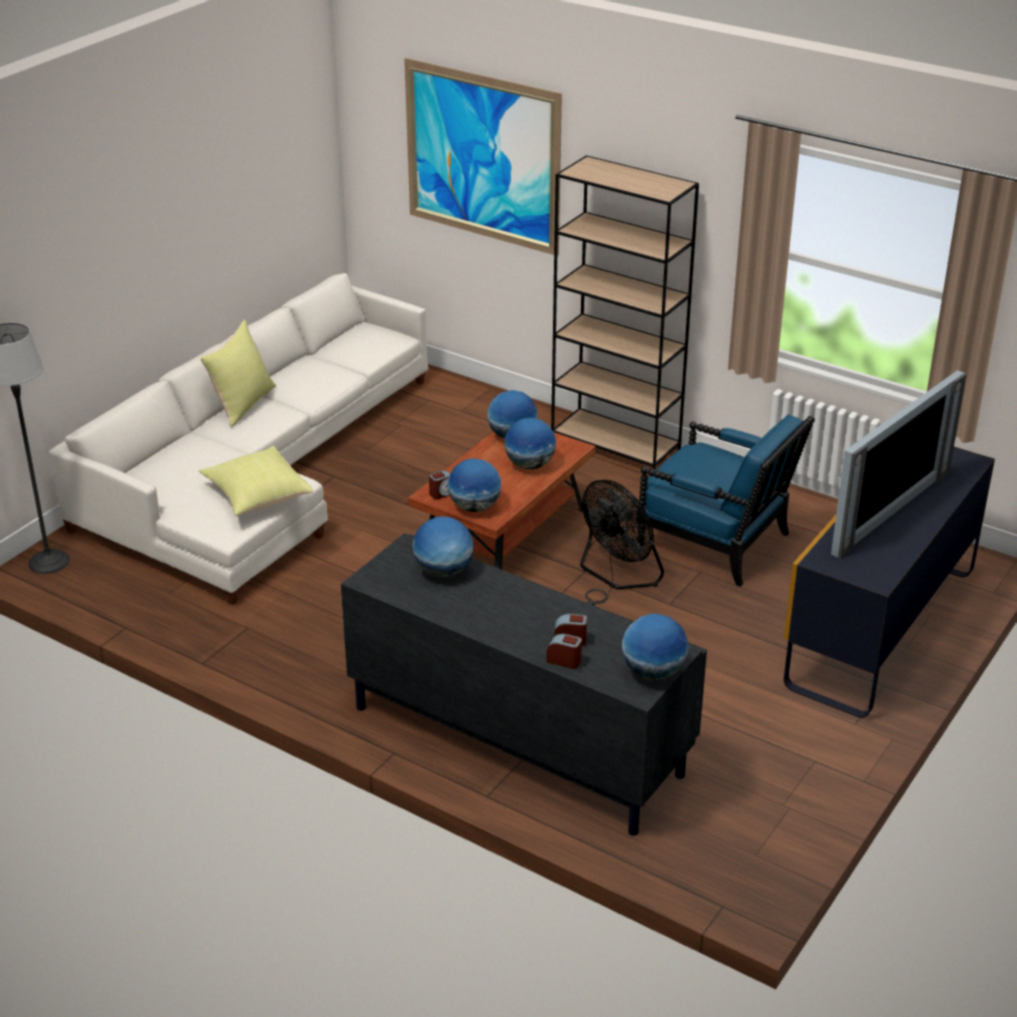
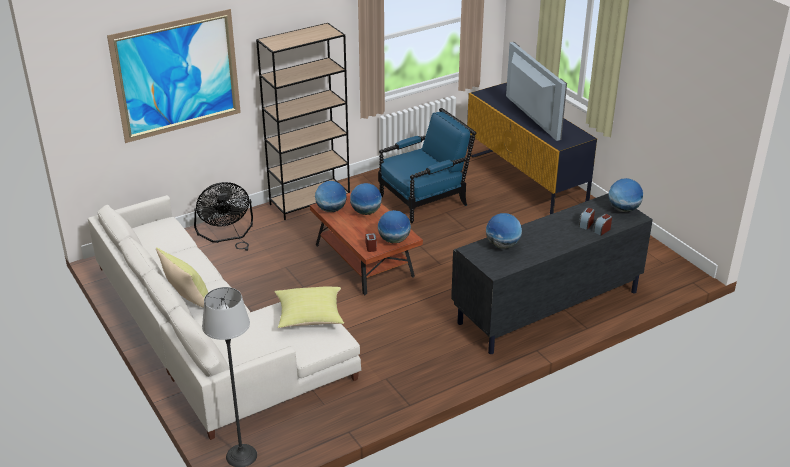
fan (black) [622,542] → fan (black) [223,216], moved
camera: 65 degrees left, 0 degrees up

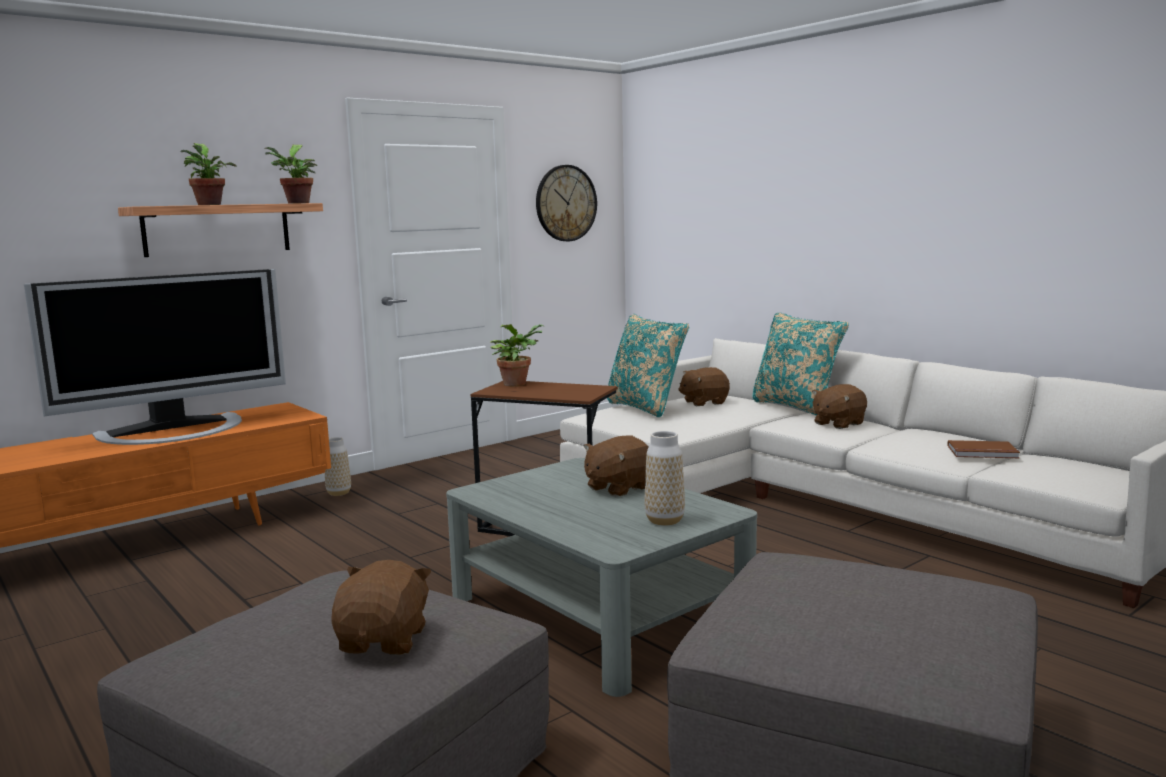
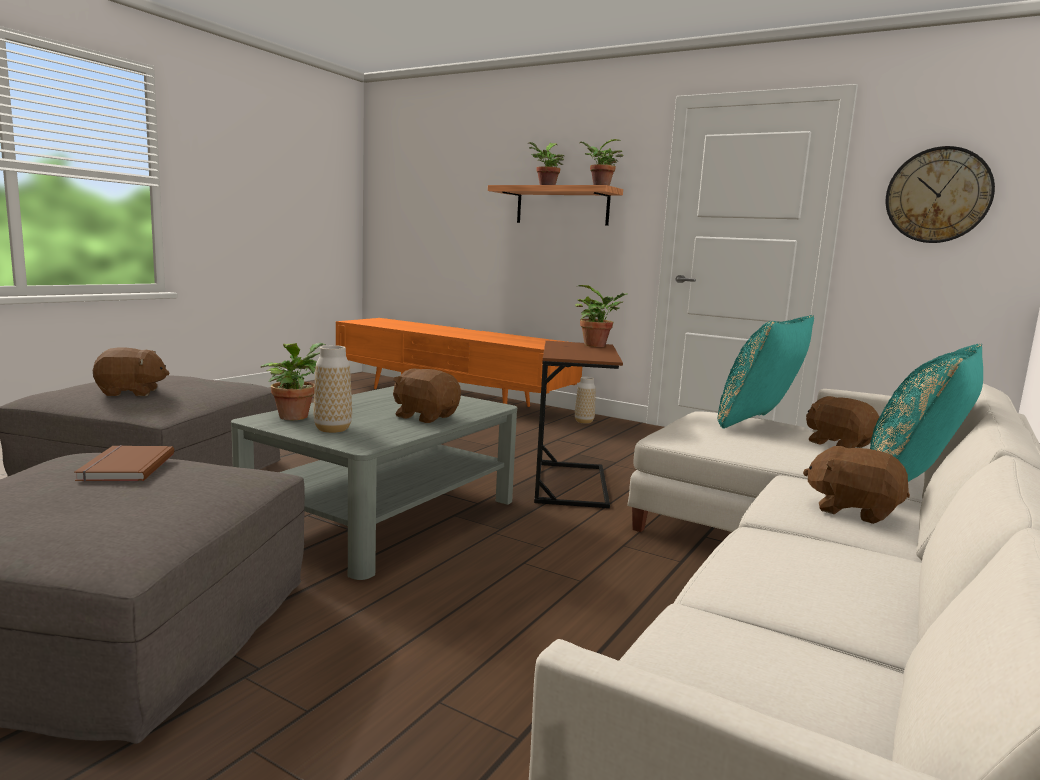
television [155,357] → -
book (brown) [984,449] → book (brown) [124,463], moved
- → potted plant [293,381]
camera: 70 degrees right, 0 degrees up

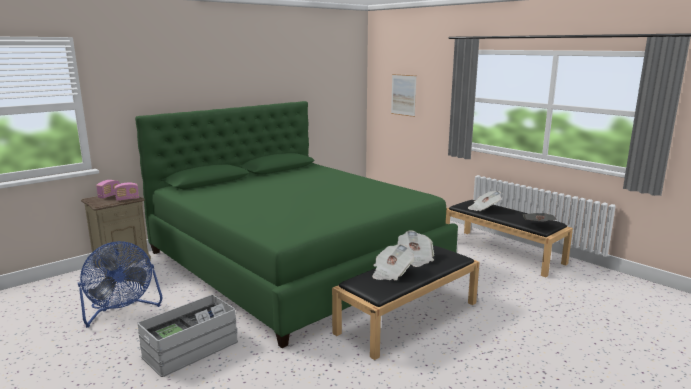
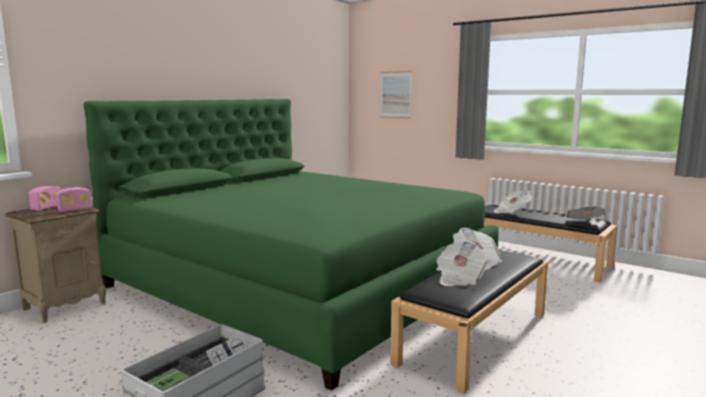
fan (blue) [120,284] → -
camera: 10 degrees left, 5 degrees down

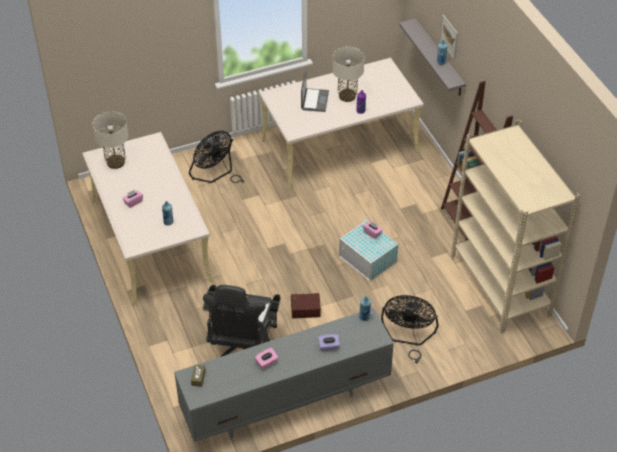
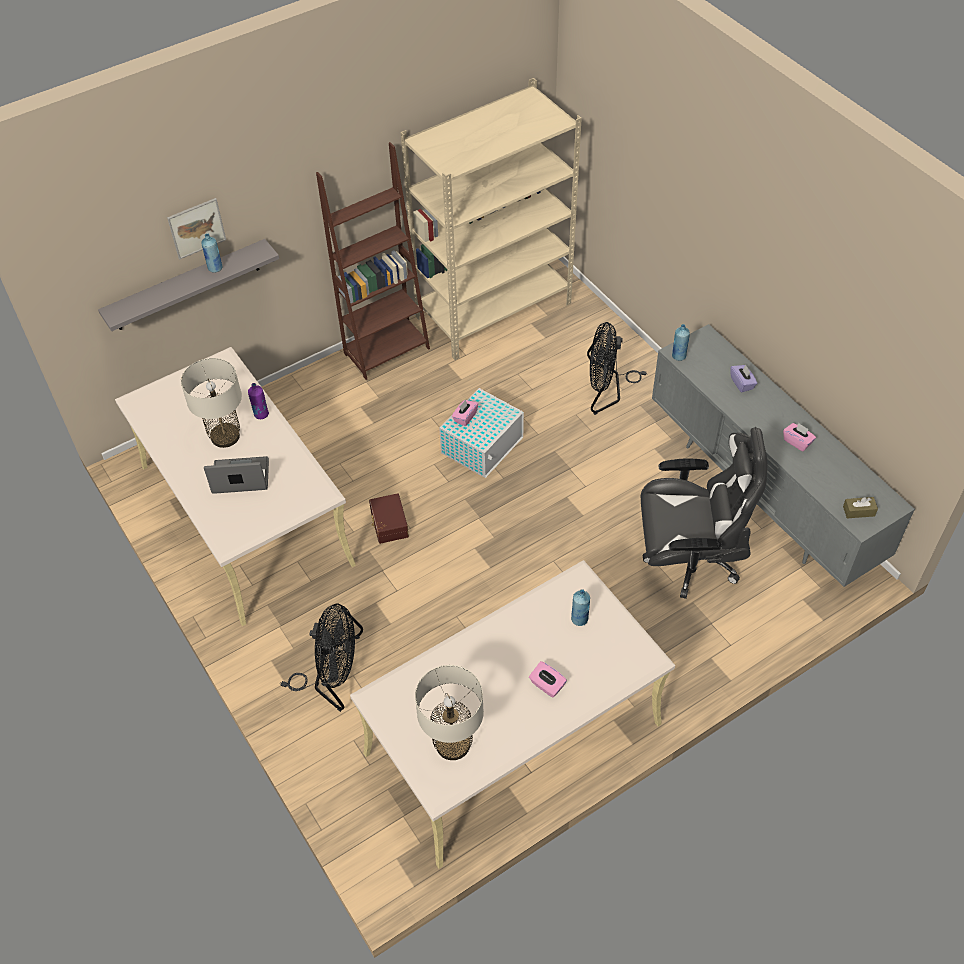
fan (black) [216,157] → fan (black) [321,657], 120 degrees counterclockwise
storage box (brown) [306,305] → storage box (brown) [389,518], moved
camera: 100 degrees left, 5 degrees up

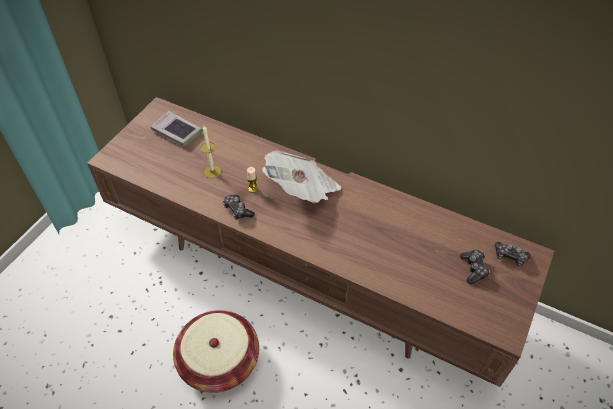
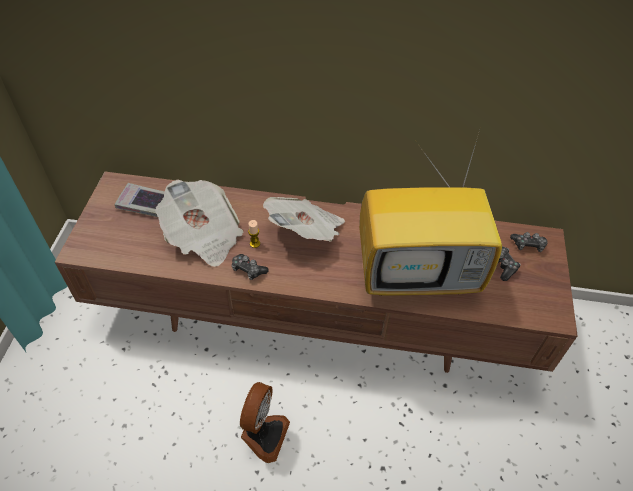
basket [216,351] → fan [265,422]
candle [211,152] → newspaper [199,223]
- → television [430,214]
camera: 20 degrees left, 0 degrees up

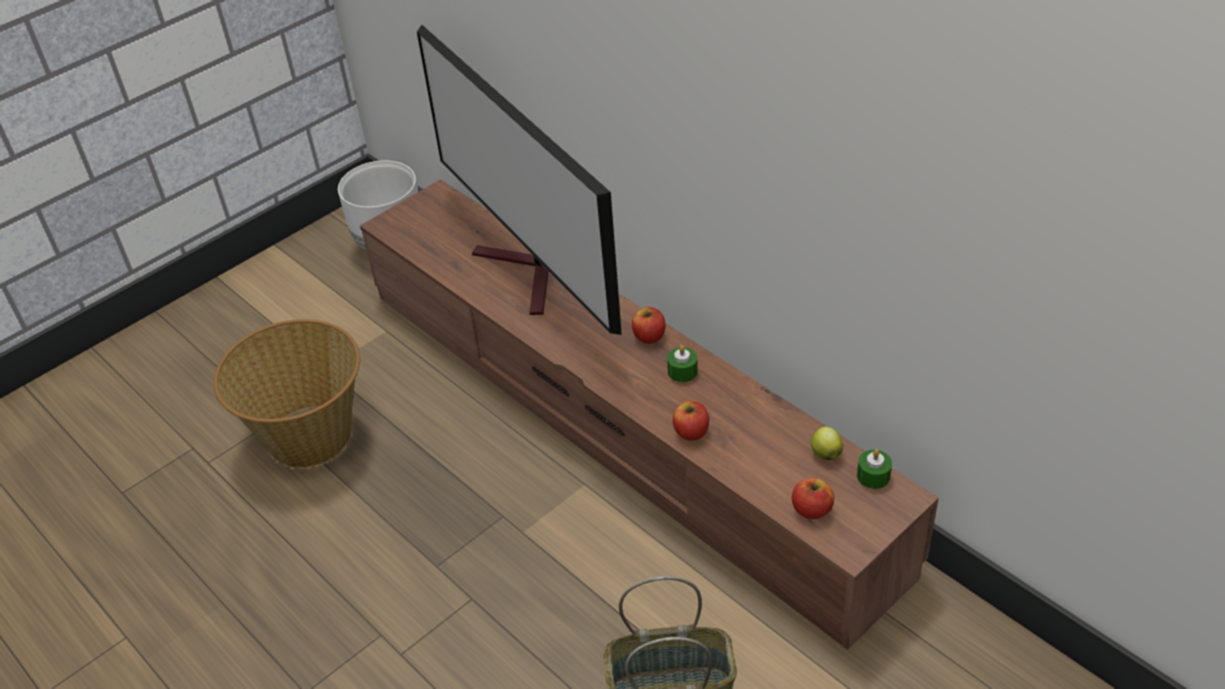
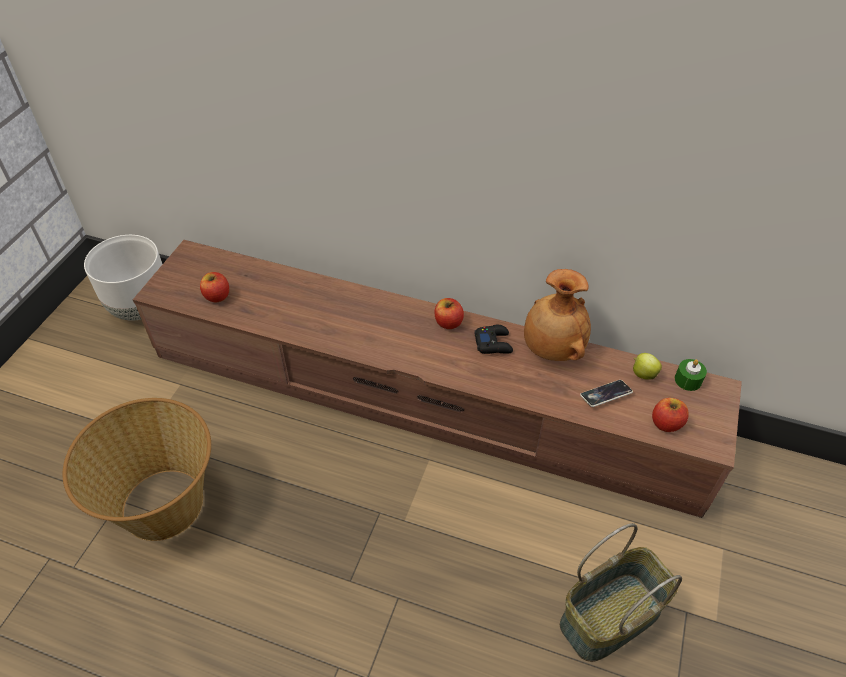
television [519,180] → -
candle (green) [682,363] → game controller (black) [493,339]
apple [691,421] → apple [214,287], moved
- → vase (brown) [557,315]
- → phone [606,393]
camera: 30 degrees left, 5 degrees up

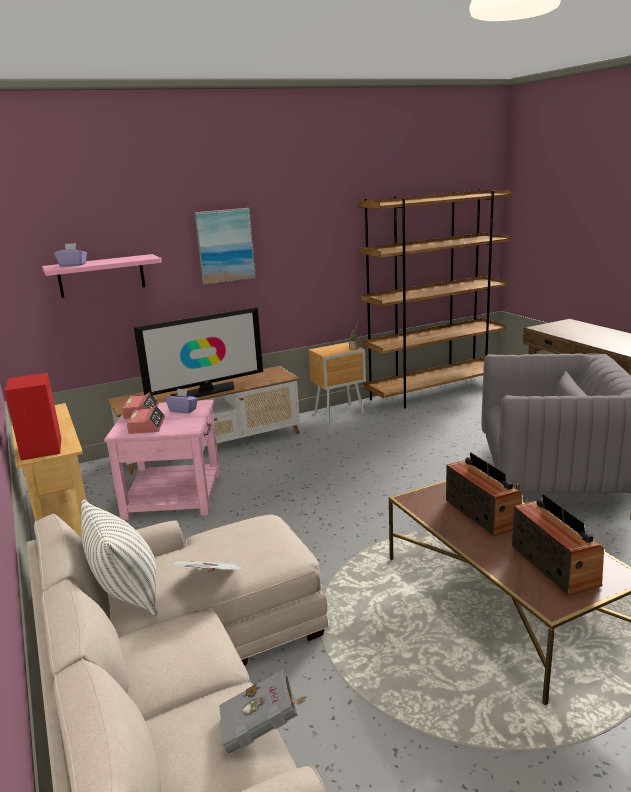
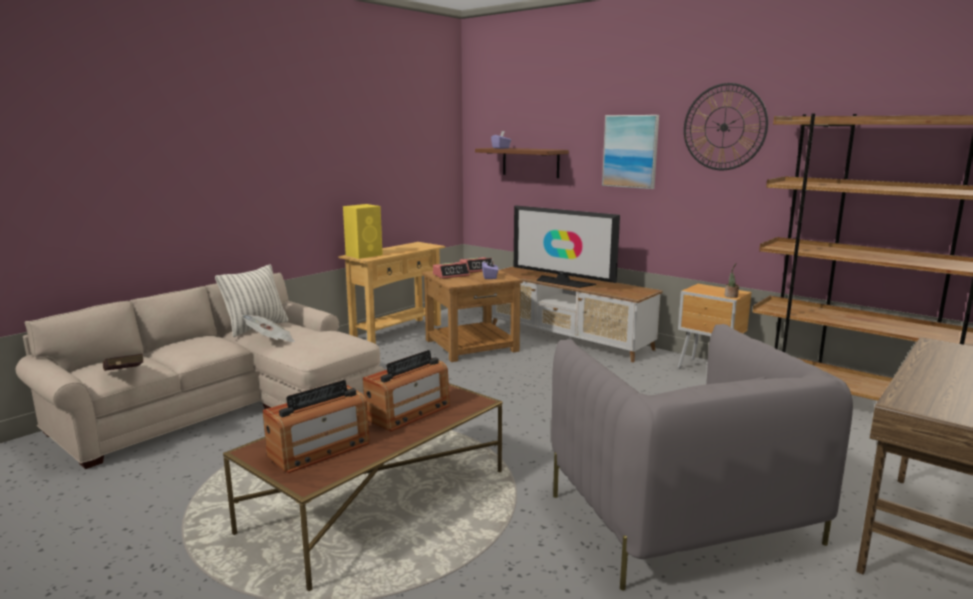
speaker (red) [32,417] → speaker (yellow) [363,231]
shelf (pink) [102,276] → shelf (brown) [522,163]
side table (pink) [162,460] → side table (brown) [472,316]
book (grey) [263,711] → book (red) [123,362]
- → wall clock [726,126]
camera: 65 degrees right, 5 degrees down

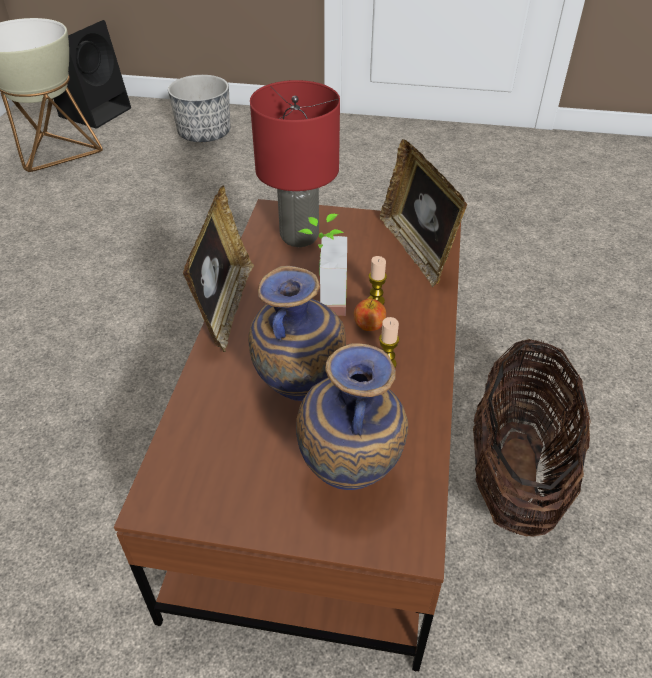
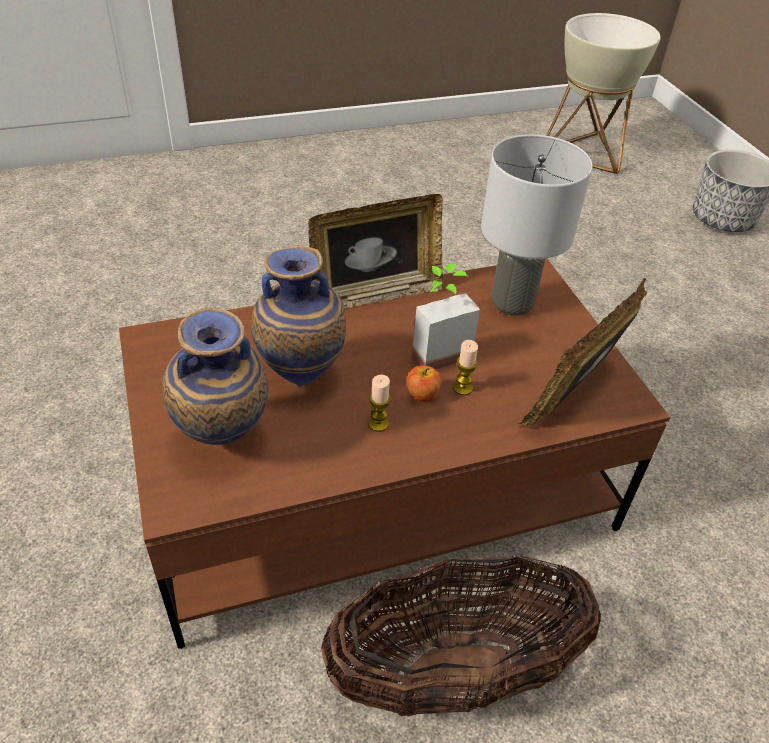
speaker (black) [92,74] → -
table lamp (red) [295,163] → table lamp (white) [537,225]
camera: 60 degrees right, 0 degrees up

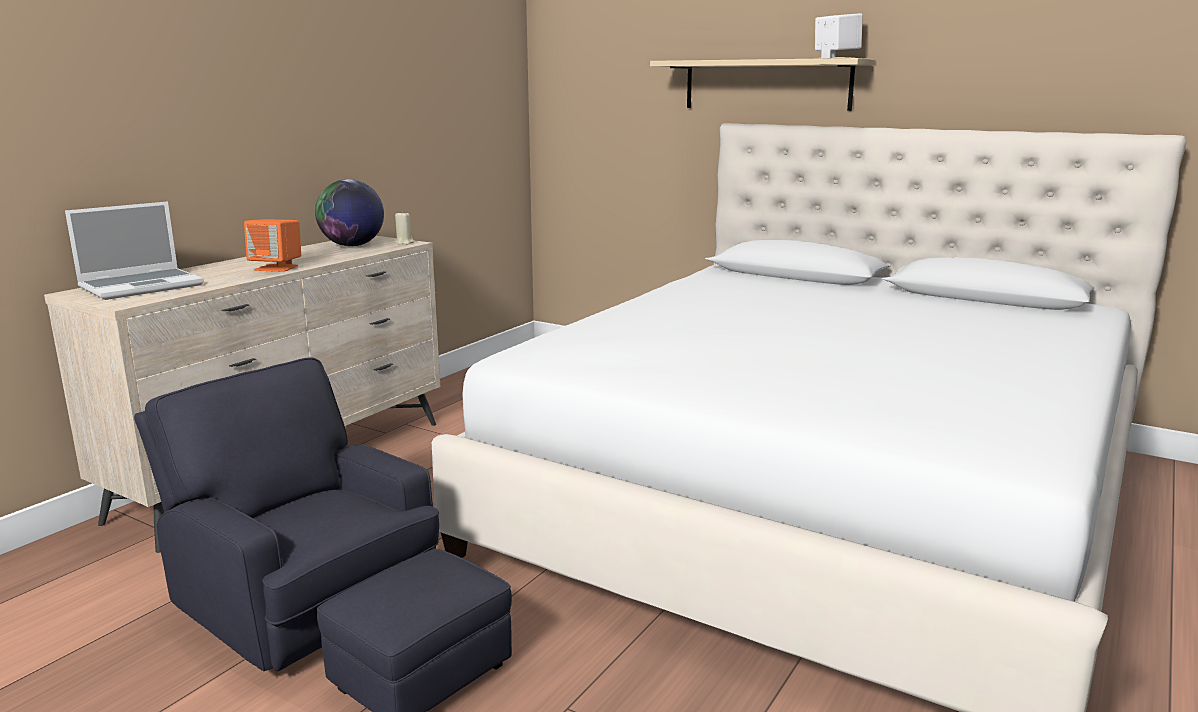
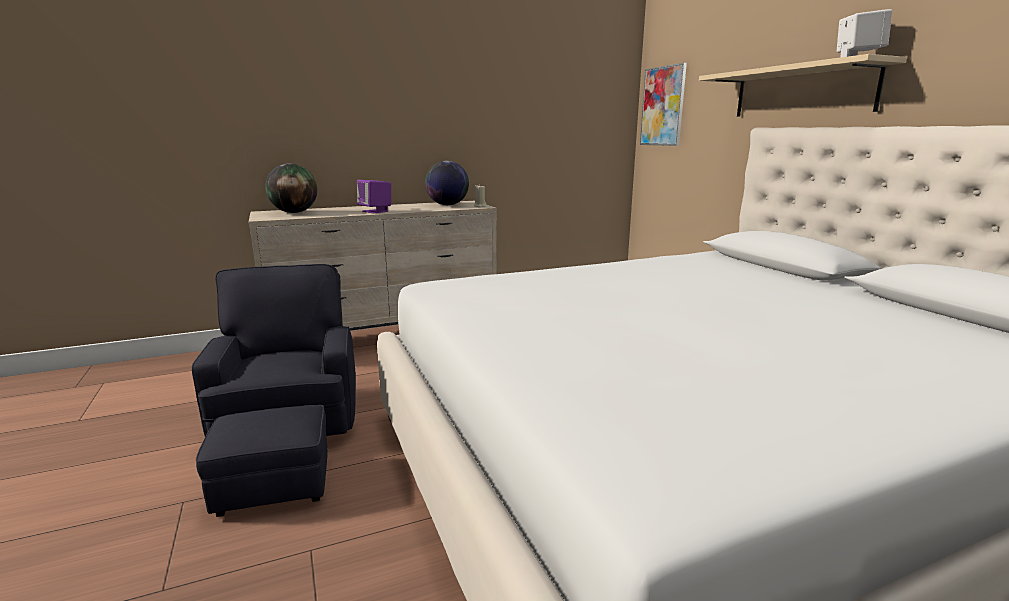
laptop [134,250] → globe [291,188]
speaker (orange) [272,245] → speaker (purple) [374,197]
- → picture [663,104]
camera: 35 degrees right, 0 degrees up

